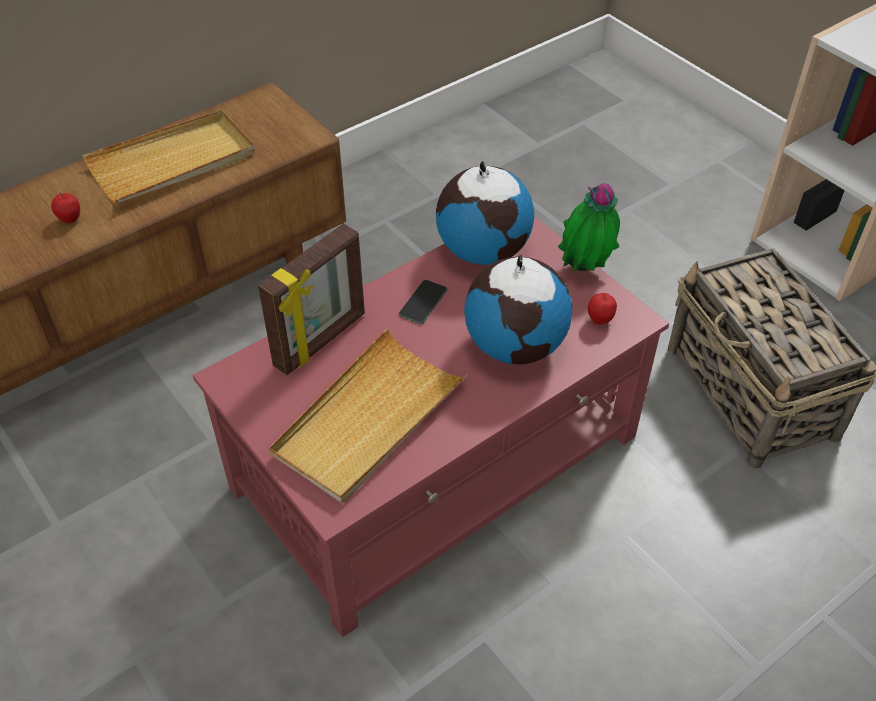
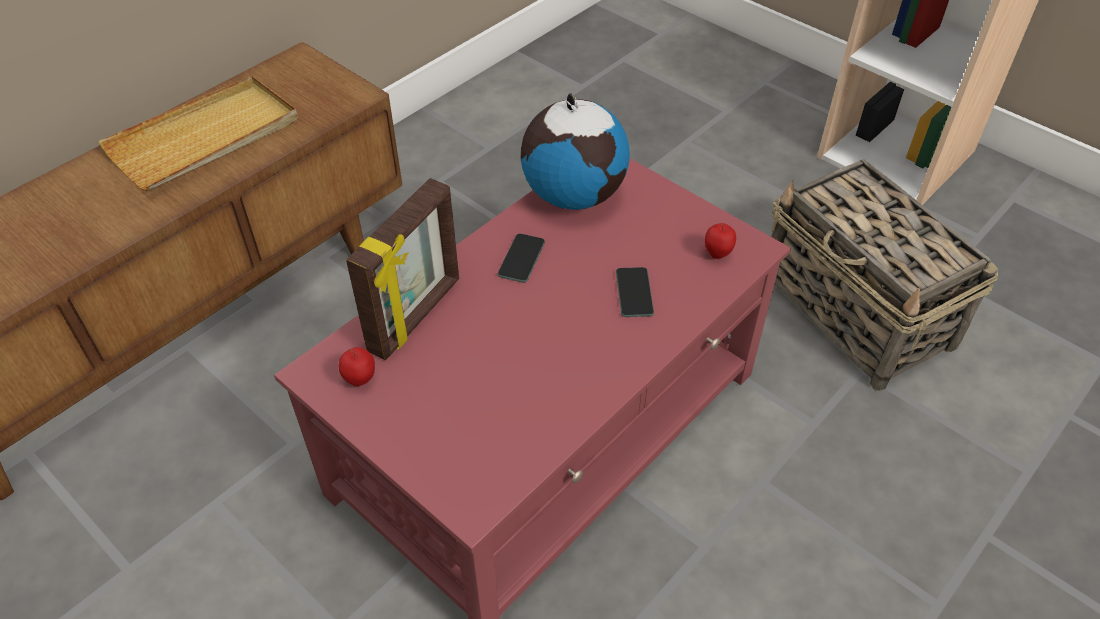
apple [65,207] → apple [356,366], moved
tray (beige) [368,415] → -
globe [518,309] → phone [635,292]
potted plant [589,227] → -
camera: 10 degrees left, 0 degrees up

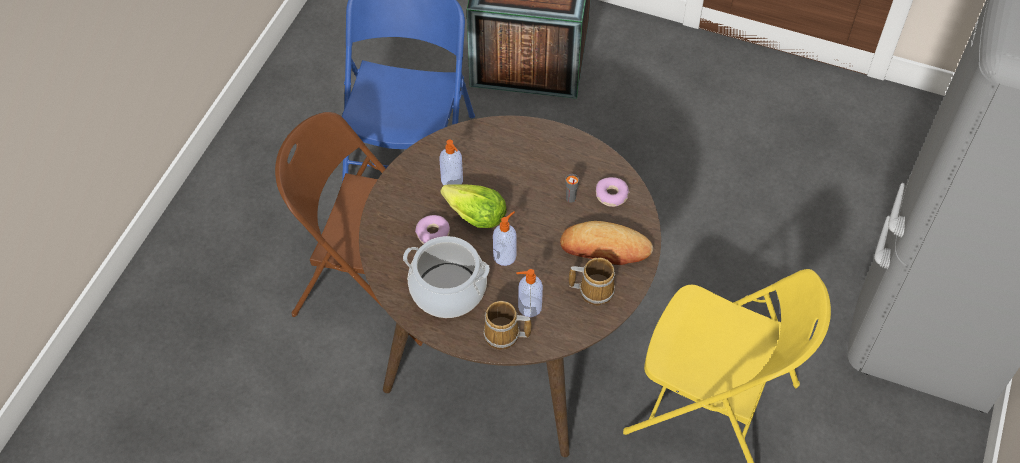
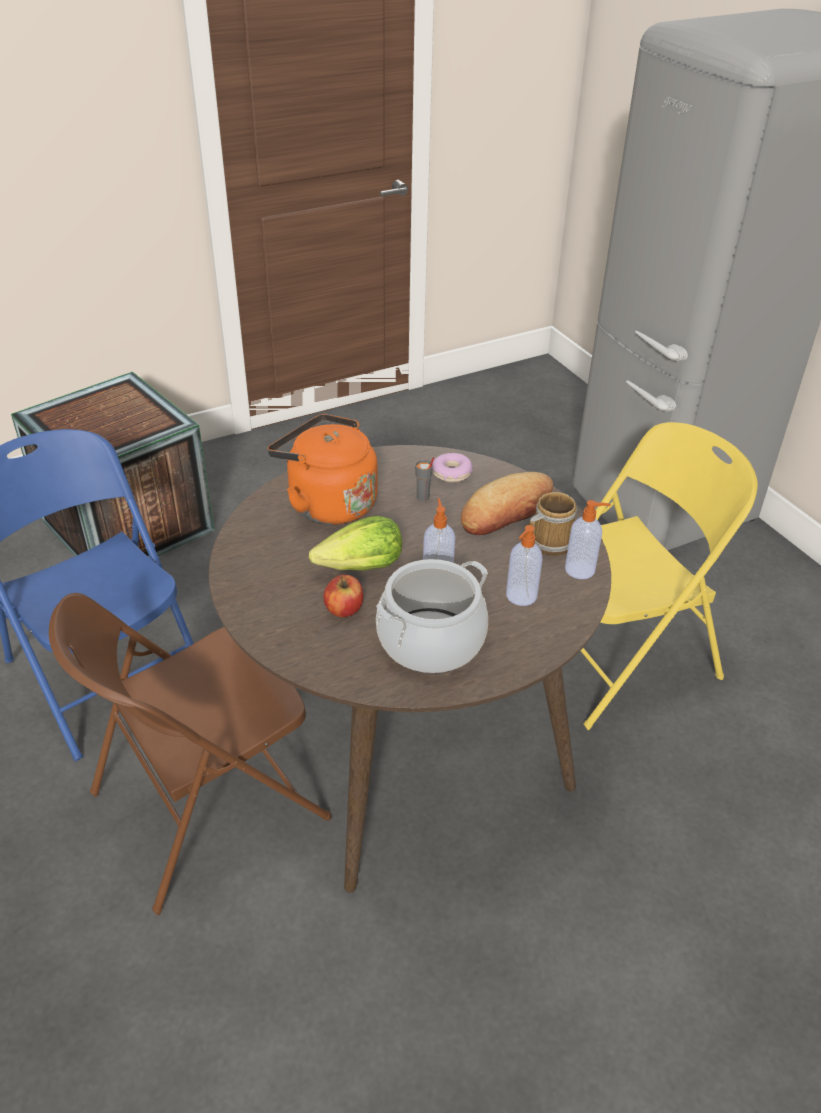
donut [432,229] → apple [343,596]
soap dispenser [451,162] → soap dispenser [588,539], moved
mug [507,325] → -
- → kettle (orange) [323,469]
camera: 50 degrees left, 15 degrees down

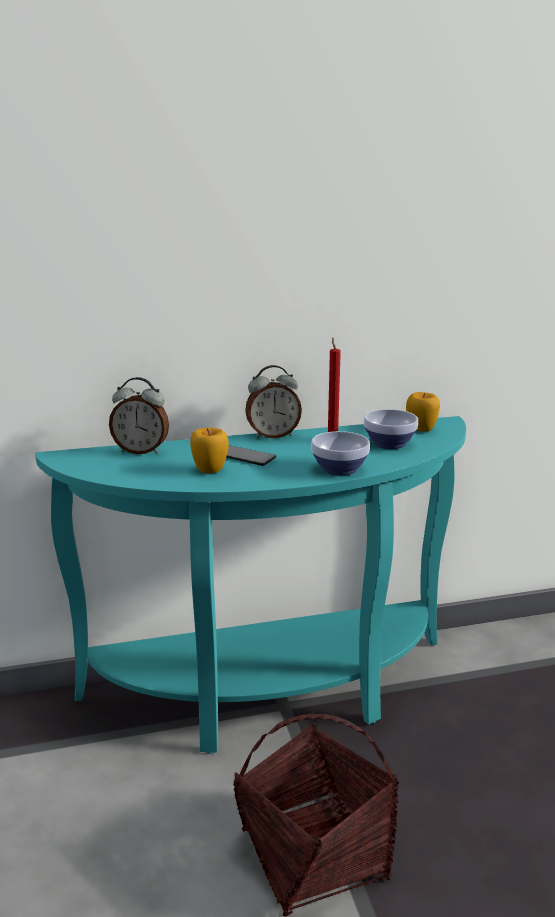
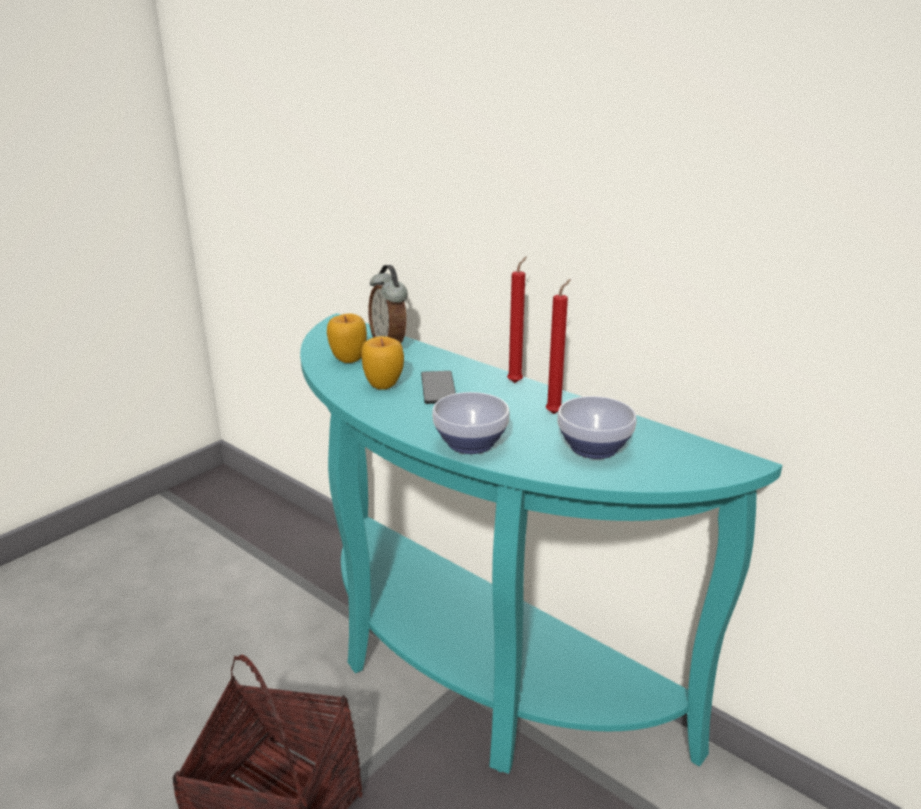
alarm clock [273,402] → candle (red) [517,320]
apple [423,412] → apple [347,338], moved
camera: 55 degrees right, 5 degrees up

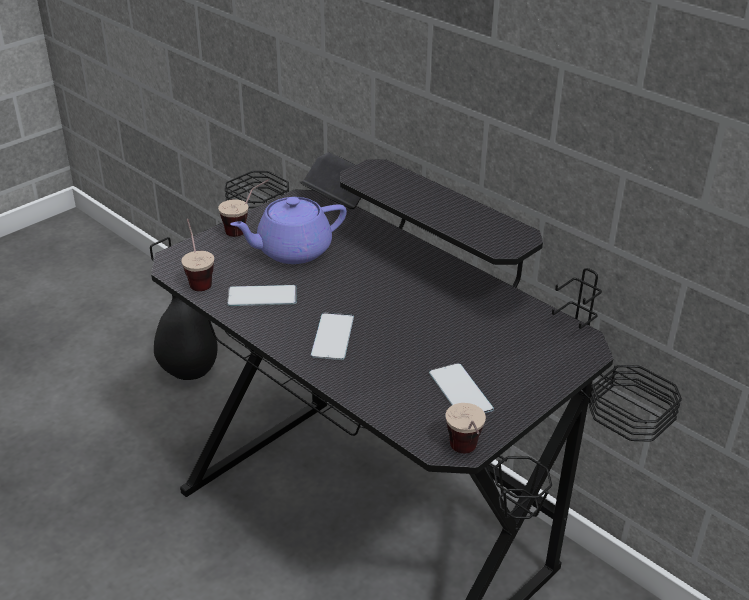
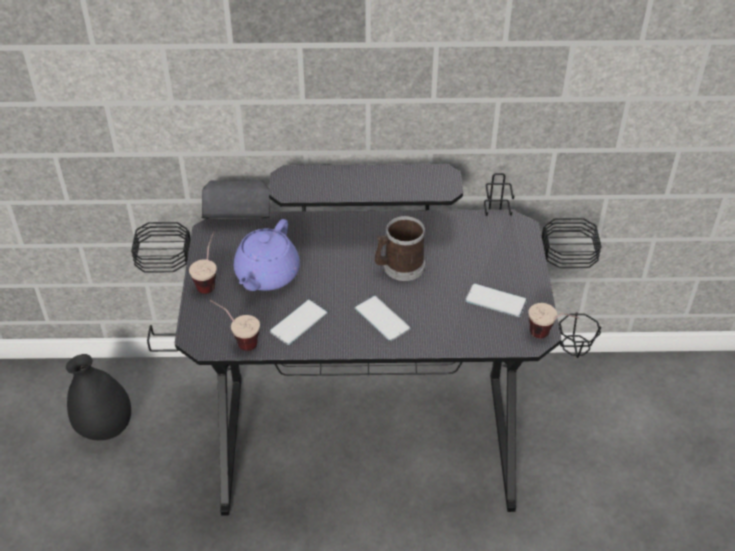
- → mug [399,248]
camera: 45 degrees left, 10 degrees up

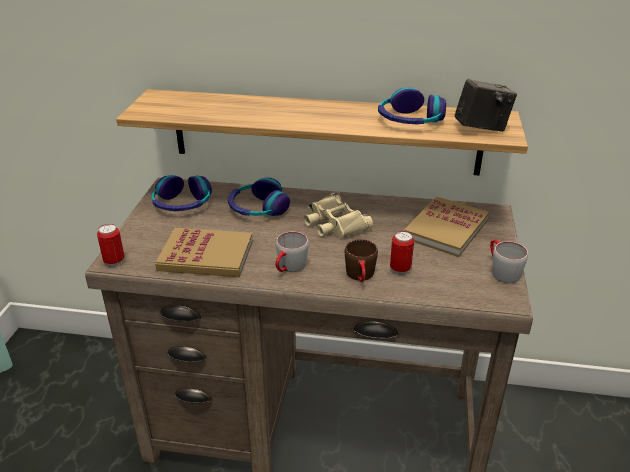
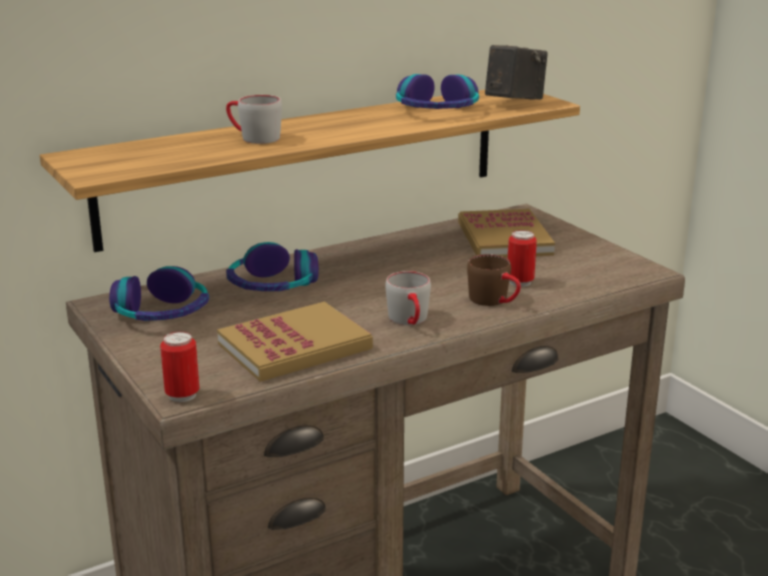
binoculars (beige) [338,215] → -
mug (grey) [509,261] → mug (grey) [254,119], moved
camera: 40 degrees left, 10 degrees down

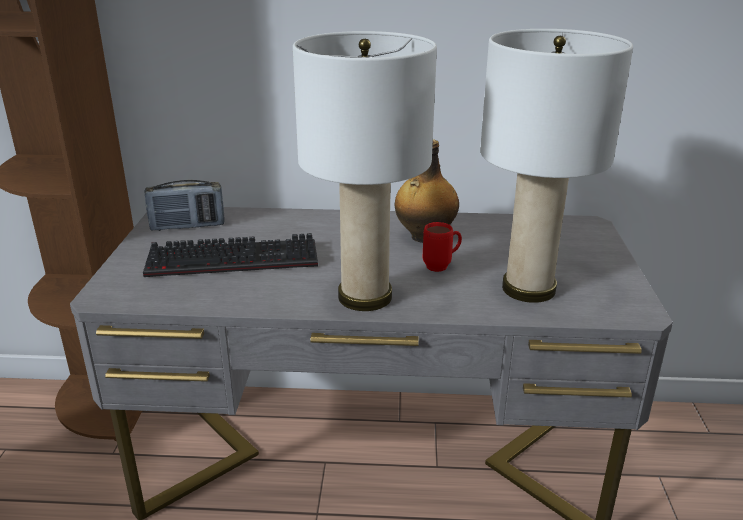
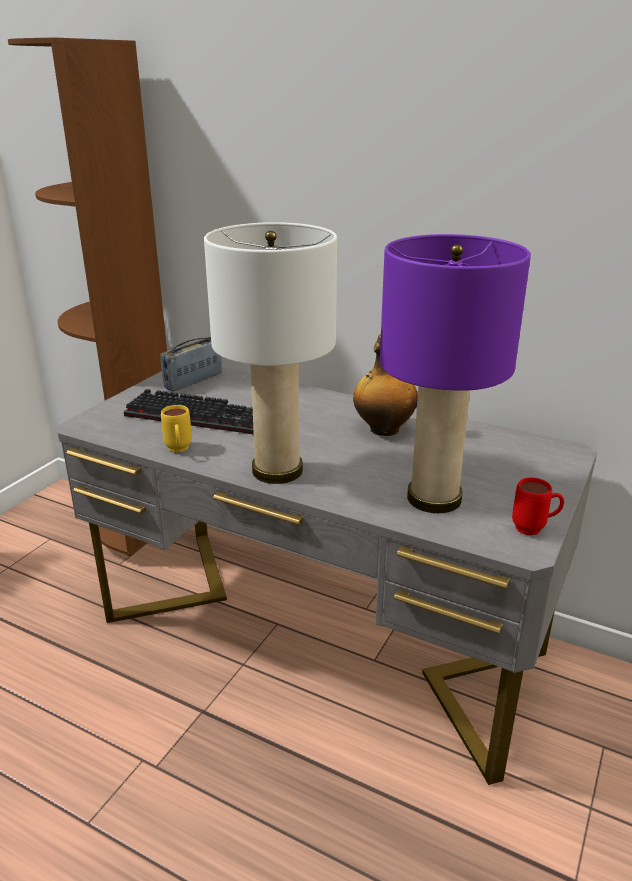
radio [185,205] → radio [191,364], 120 degrees clockwise
mug (red) [442,247] → mug (red) [538,506], moved
table lamp (white) [556,166] → table lamp (purple) [455,373]
- → mug (yellow) [176,428]
camera: 25 degrees right, 0 degrees up

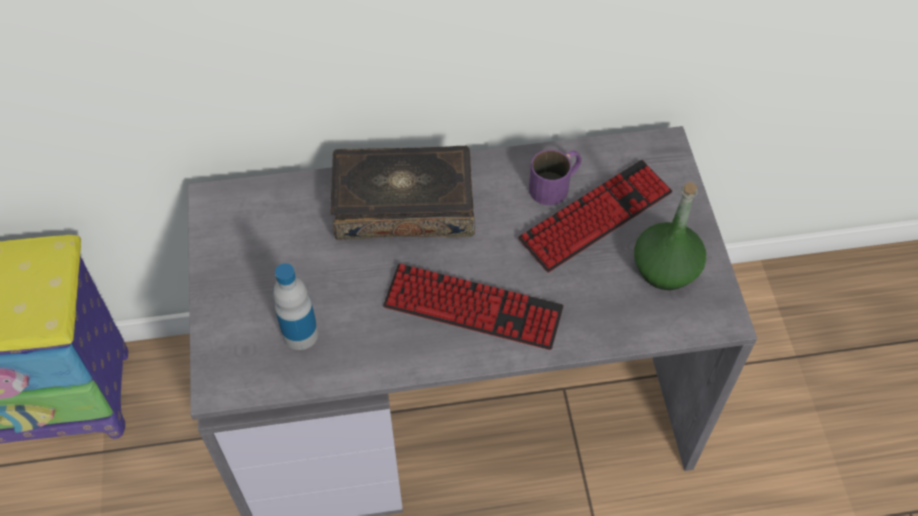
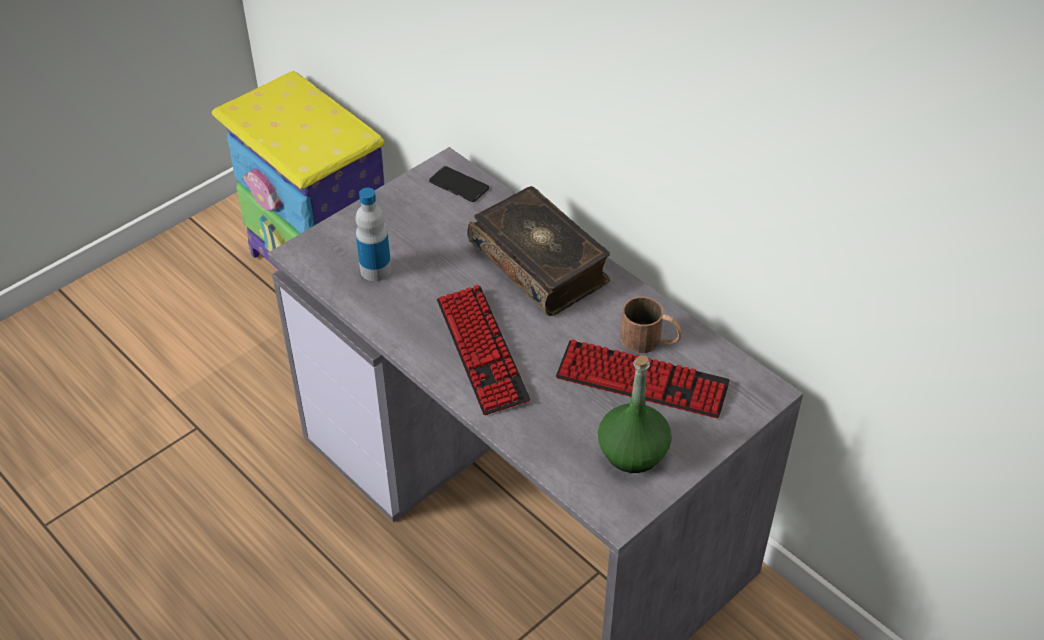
mug (purple) [555,177] → mug (brown) [651,325]
- → phone [459,184]
camera: 55 degrees right, 10 degrees down

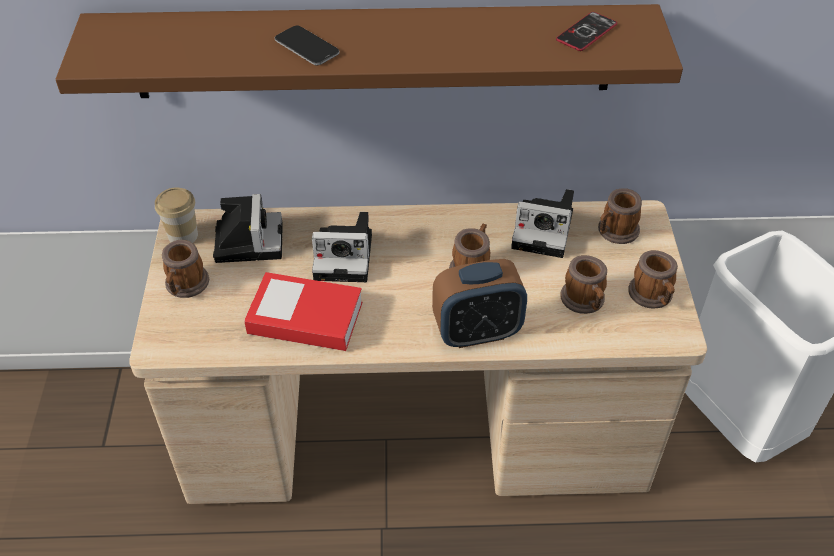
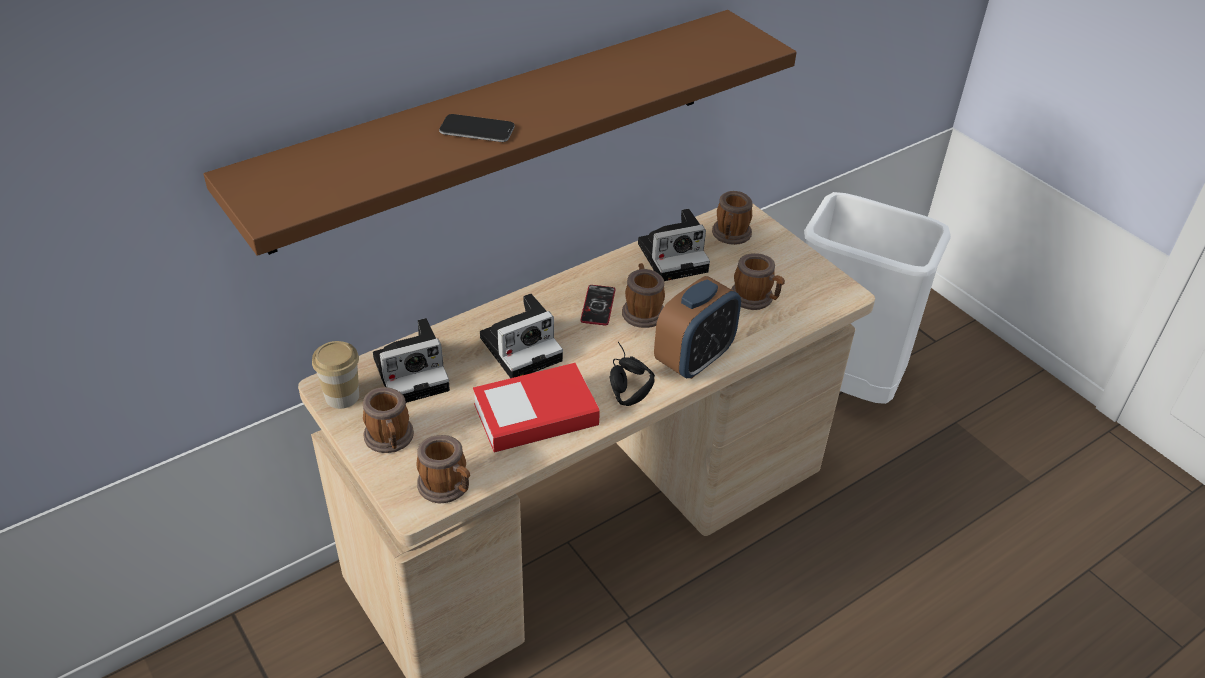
photo camera [248,228] → photo camera [411,360], 105 degrees clockwise
phone [586,31] → phone [597,305], moved
mug [653,279] → mug [443,469], moved
- → headphones (black) [632,374]
camera: 35 degrees left, 5 degrees down

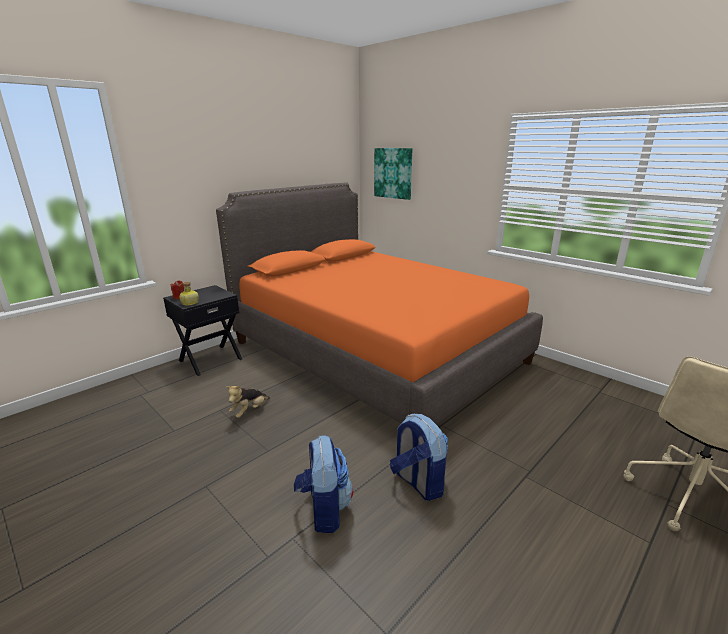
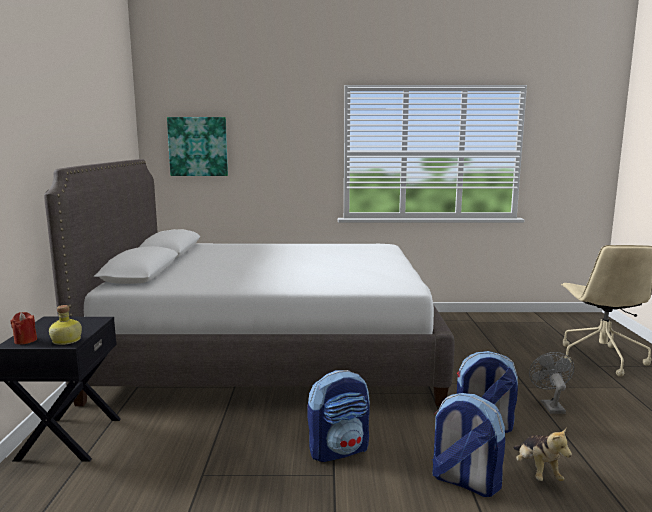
bed (orange) [379,303] → bed (white) [249,282]
plush toy [248,401] → plush toy [542,454], moved
- → backpack [338,416]
- → fan (grey) [551,383]
camera: 45 degrees left, 10 degrees down

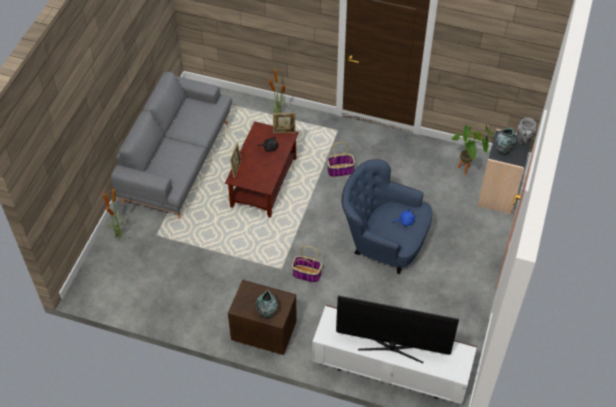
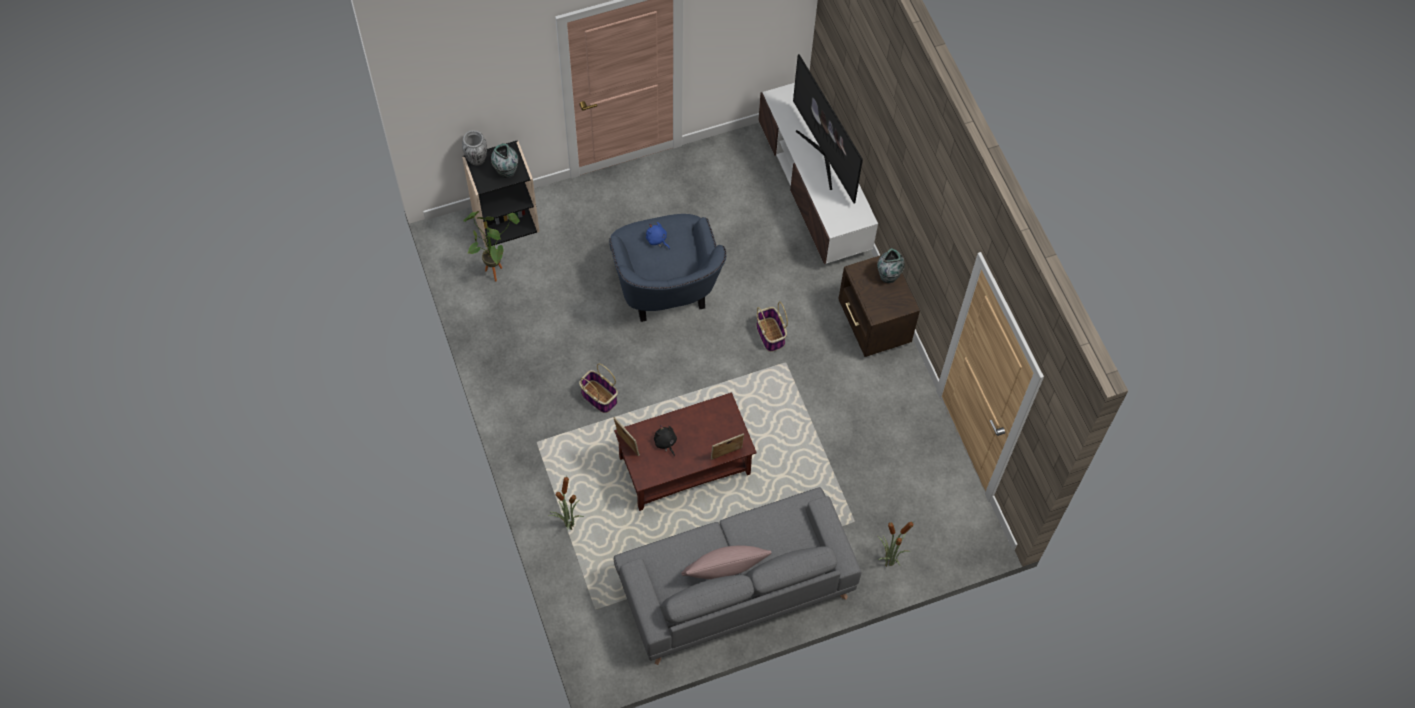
- → pillow (pink) [726,562]
camera: 130 degrees left, 10 degrees up

